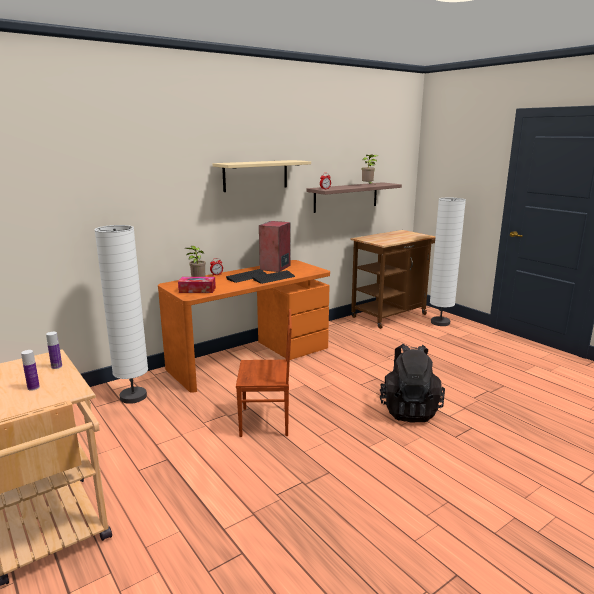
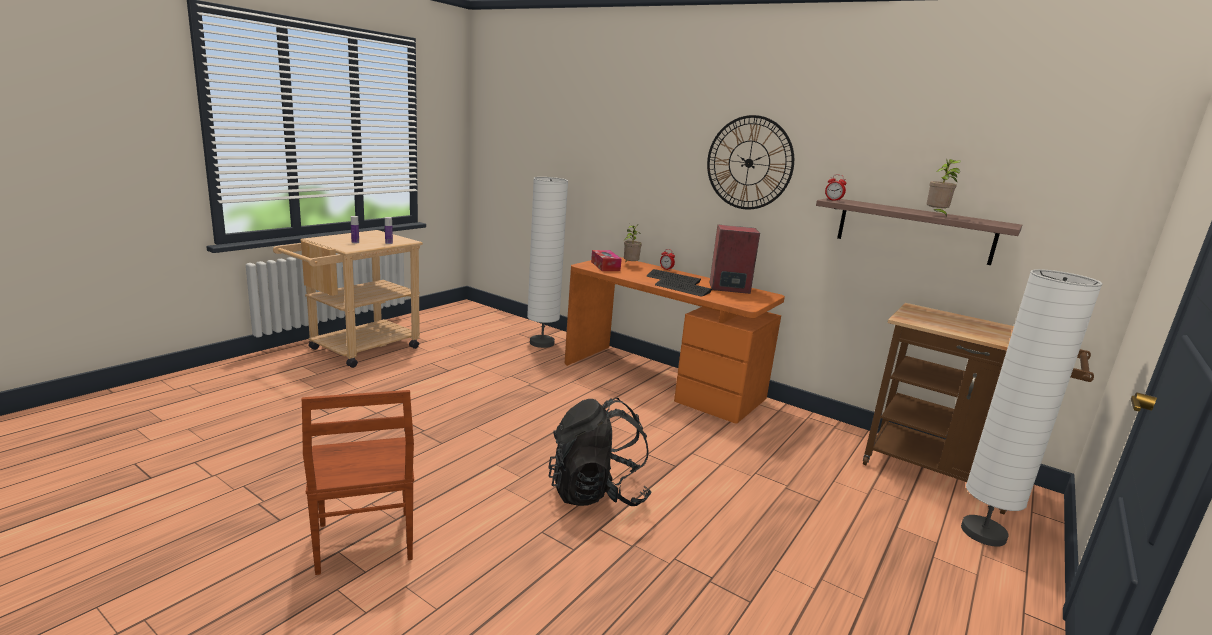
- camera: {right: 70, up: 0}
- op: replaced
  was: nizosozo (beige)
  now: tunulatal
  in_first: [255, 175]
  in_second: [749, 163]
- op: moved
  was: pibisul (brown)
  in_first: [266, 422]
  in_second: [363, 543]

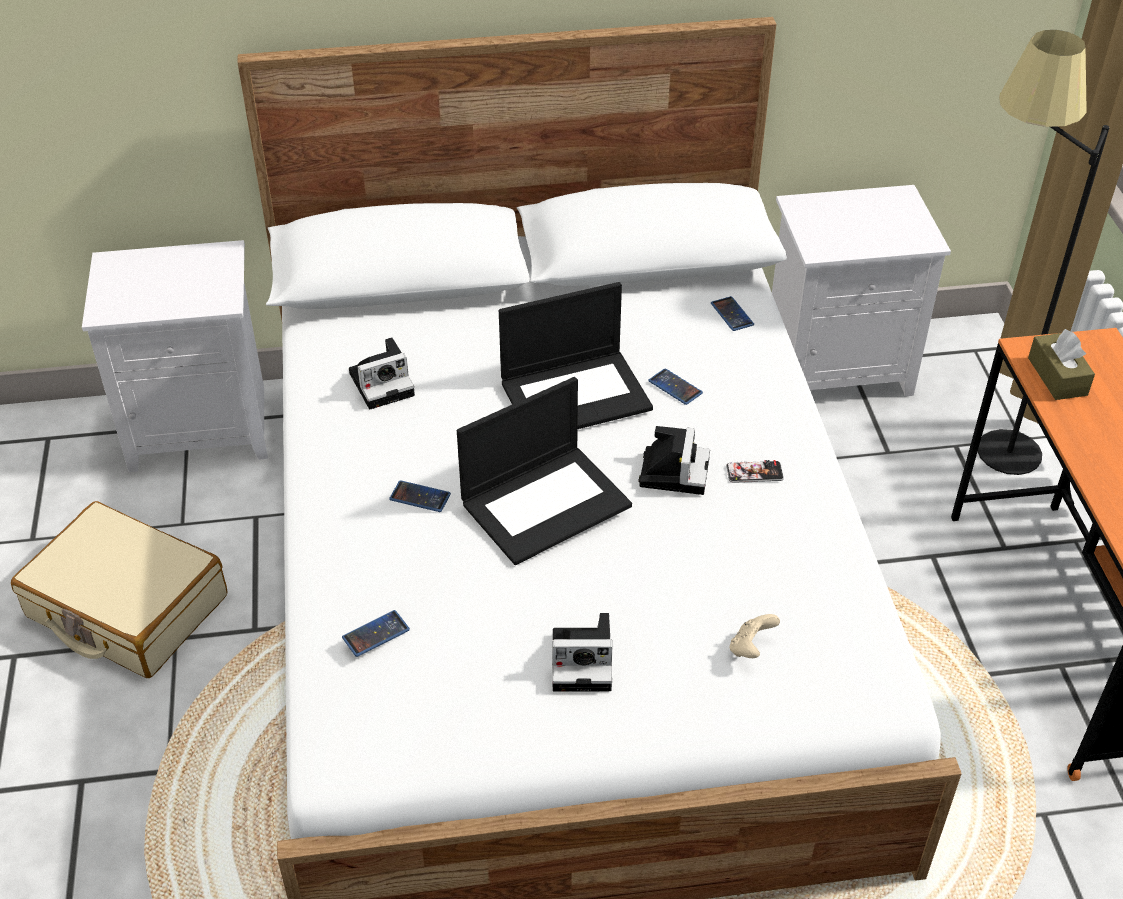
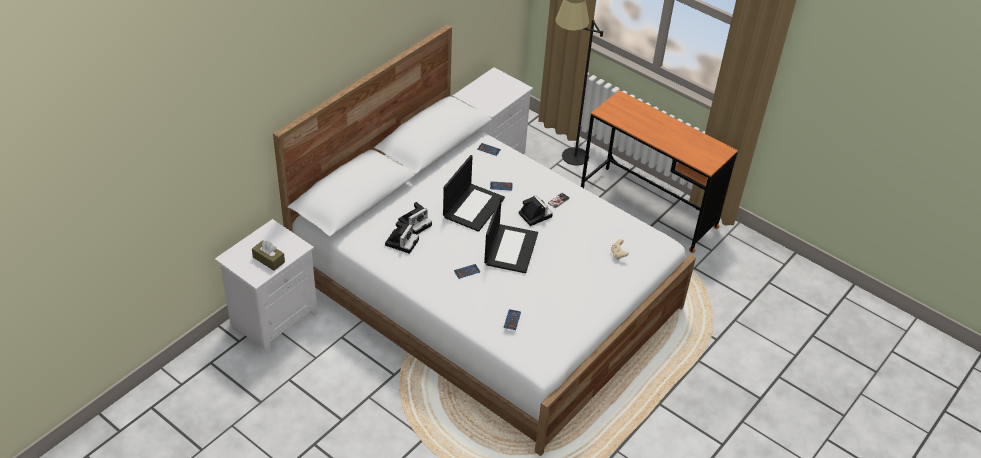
- camera: {right: -45, up: 0}
- op: moved
  was: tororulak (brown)
  in_first: [1057, 376]
  in_second: [269, 259]
- op: removed
  was: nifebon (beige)
  in_first: [126, 607]
- op: moved
  was: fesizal
  in_first: [585, 661]
  in_second: [415, 222]

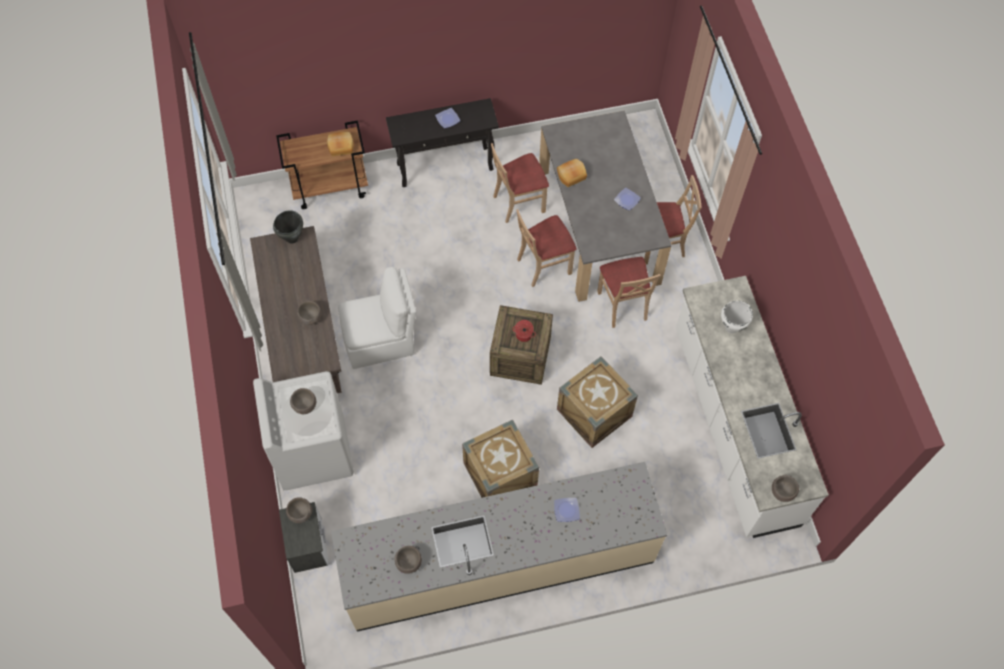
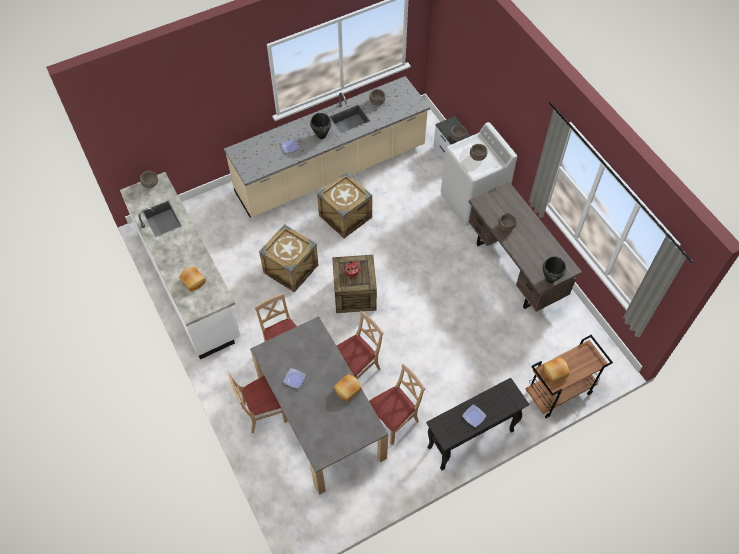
- camera: {right: 165, up: -5}
- op: removed
  was: pibisul (white)
  in_first: [381, 340]
- op: replaced
  was: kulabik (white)
  now: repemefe
  in_first: [731, 327]
  in_second: [194, 281]
- op: added
  now: kulabik (black)
  in_second: [321, 136]

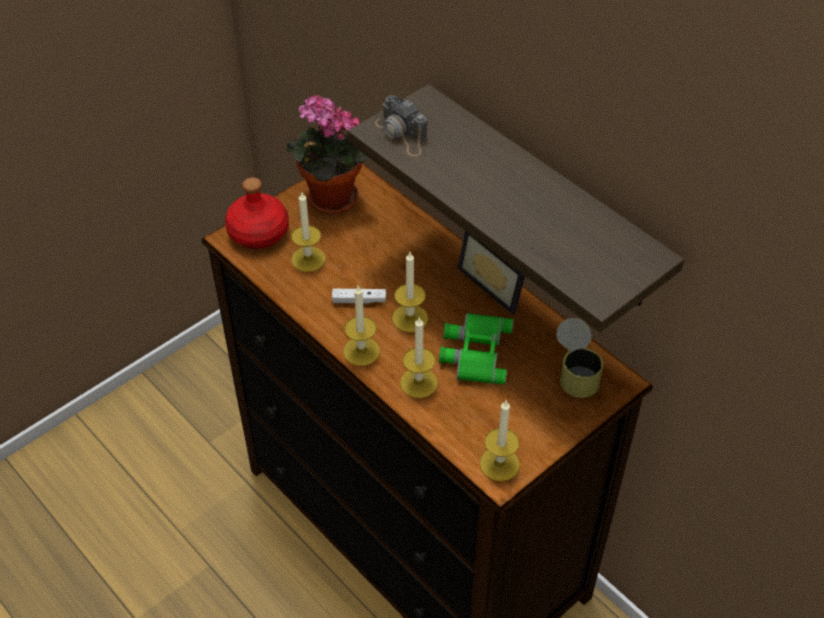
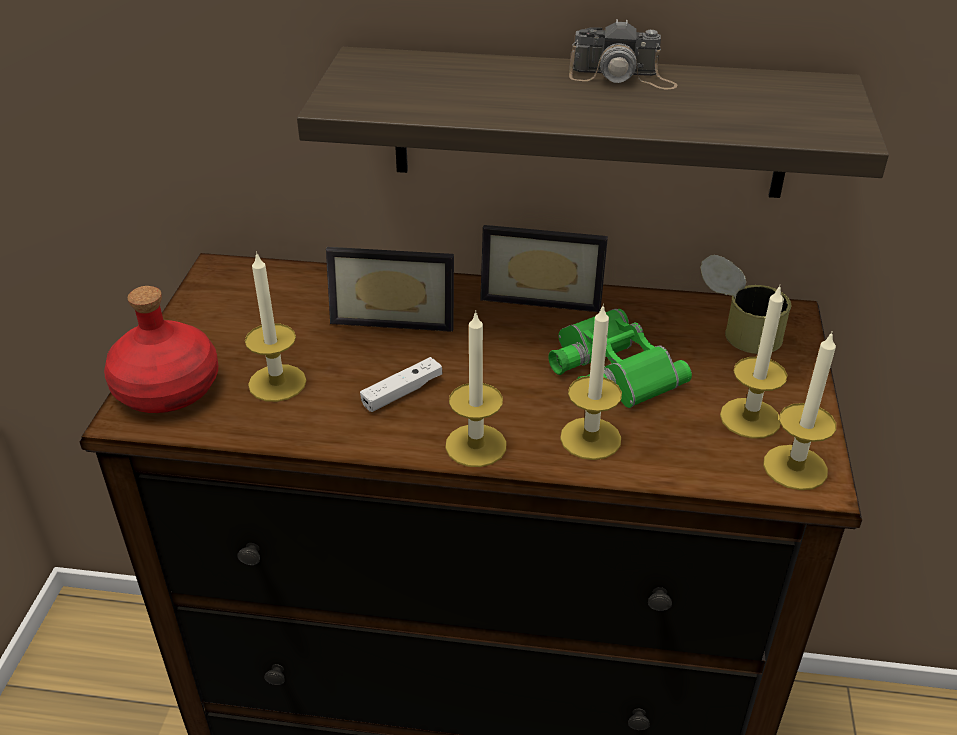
- camera: {right: -40, up: -10}
- op: removed
  was: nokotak
  in_first: [329, 201]
- op: moved
  was: fesizal
  in_first: [402, 134]
  in_second: [622, 77]
- op: moved
  was: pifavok
  in_first: [410, 318]
  in_second: [750, 418]
- op: added
  now: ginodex
  in_second: [395, 315]

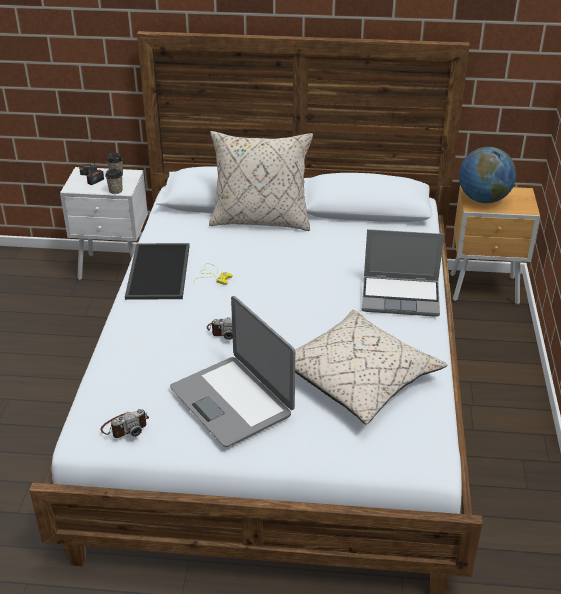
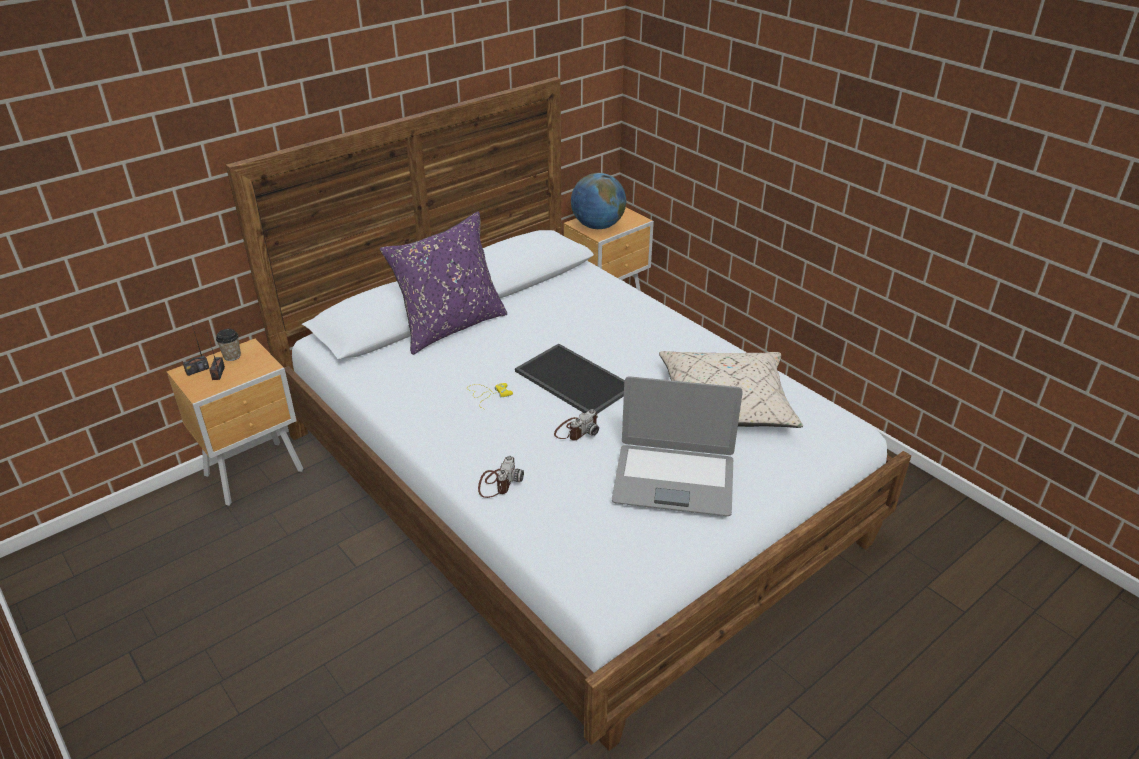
- camera: {right: -45, up: 0}
- op: recoloured
  was: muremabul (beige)
  now: muremabul (purple)
  in_first: [261, 220]
  in_second: [450, 326]
- op: recoloured
  was: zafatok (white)
  now: zafatok (brown)
  in_first: [115, 269]
  in_second: [257, 473]
- op: removed
  was: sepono
  in_first: [115, 191]
- op: removed
  was: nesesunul
  in_first: [401, 297]
- op: moved
  was: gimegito
  in_first: [157, 271]
  in_second: [572, 380]
- op: moved
  was: fesizal
  in_first: [125, 427]
  in_second: [498, 482]

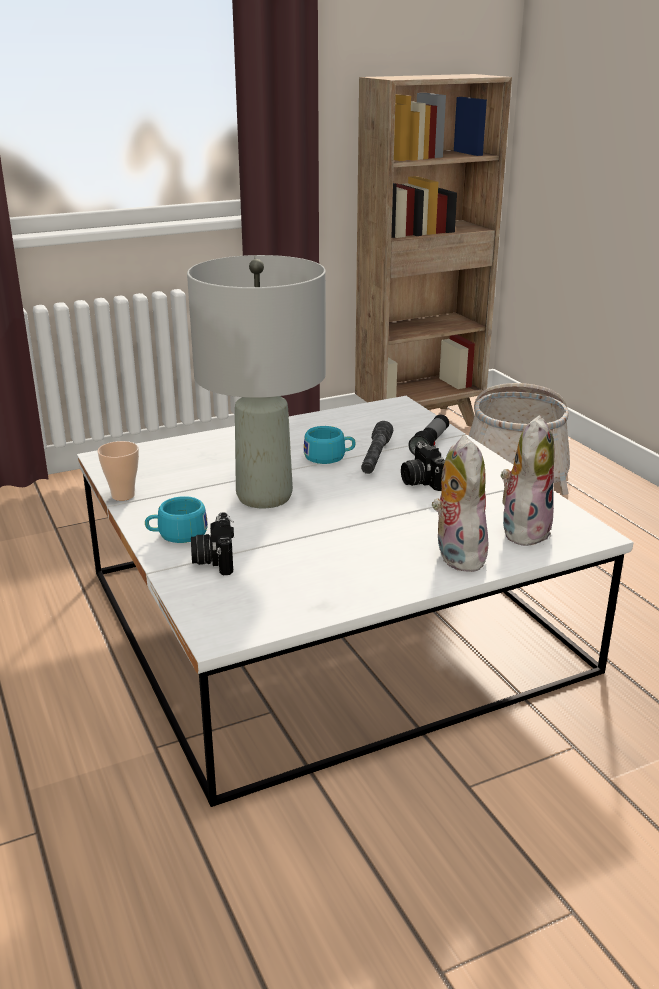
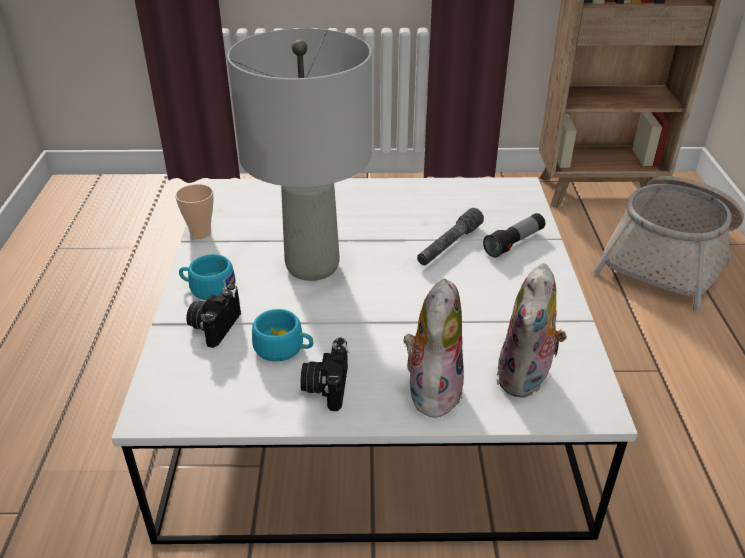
- camera: {right: 25, up: 10}
- op: turned
  was: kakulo
  in_first: [523, 529]
  in_second: [526, 379]
  clockwise: 150
- op: moved
  was: sepono (turquoise)
  in_first: [329, 457]
  in_second: [284, 348]
- op: moved
  was: fesizal
  in_first: [420, 481]
  in_second: [326, 386]

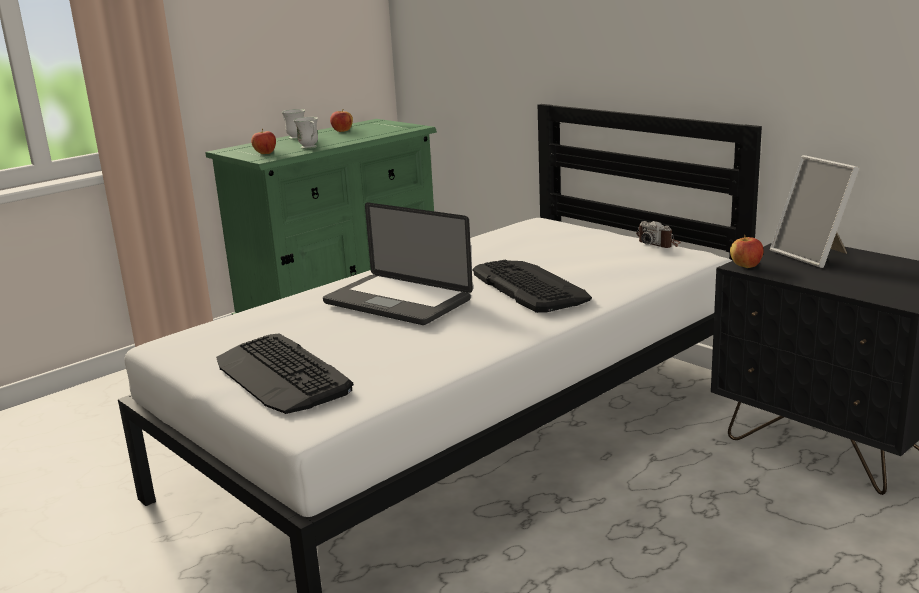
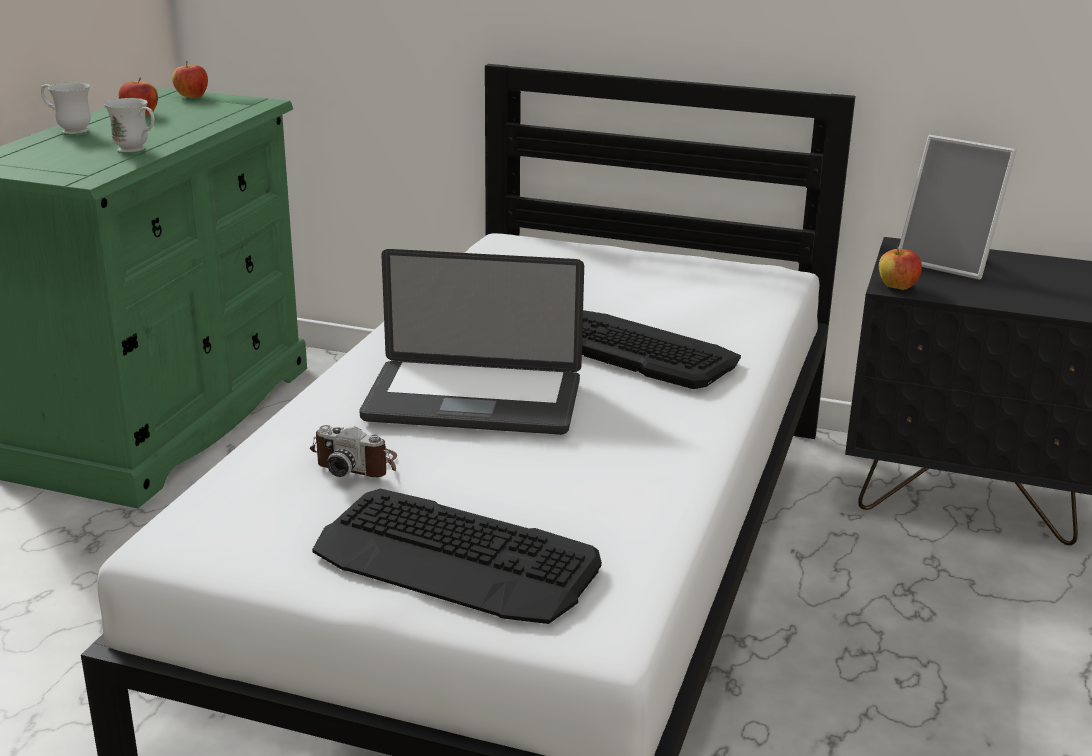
- camera: {right: -30, up: 5}
- op: moved
  was: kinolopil
  in_first: [265, 153]
  in_second: [192, 97]
- op: moved
  was: fesizal
  in_first: [659, 243]
  in_second: [357, 464]

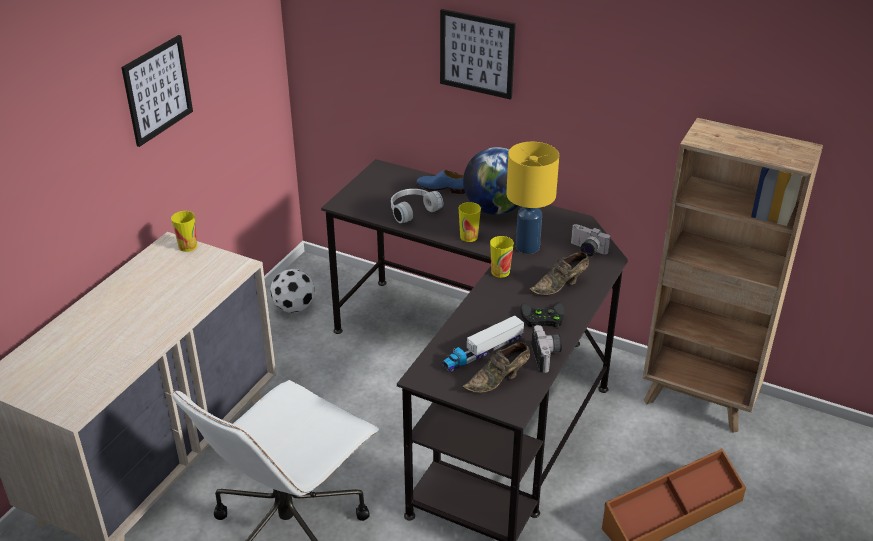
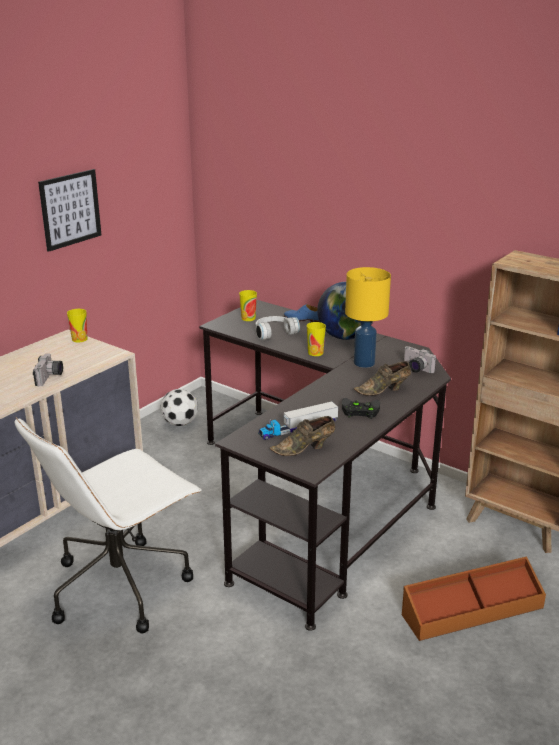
- camera: {right: 10, up: -10}
- op: removed
  was: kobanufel
  in_first: [477, 53]
- op: moved
  was: sepono
  in_first: [500, 272]
  in_second: [248, 318]
- op: moved
  was: fesizal
  in_first: [547, 356]
  in_second: [50, 377]

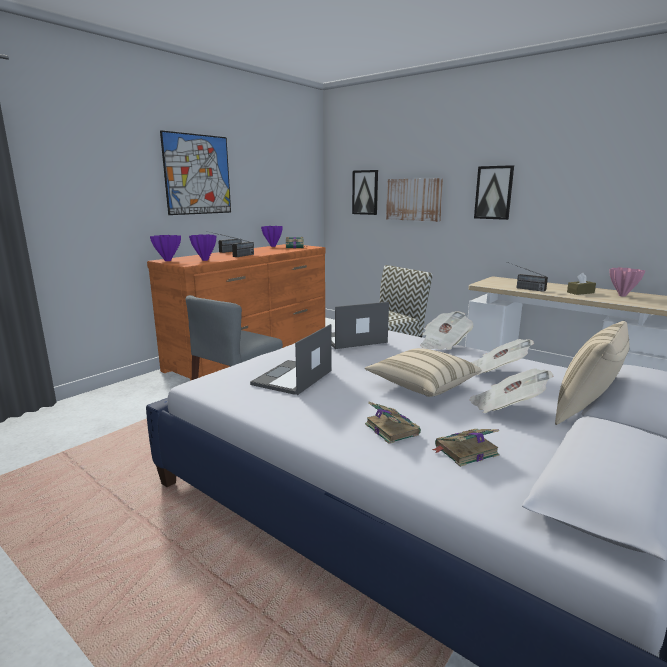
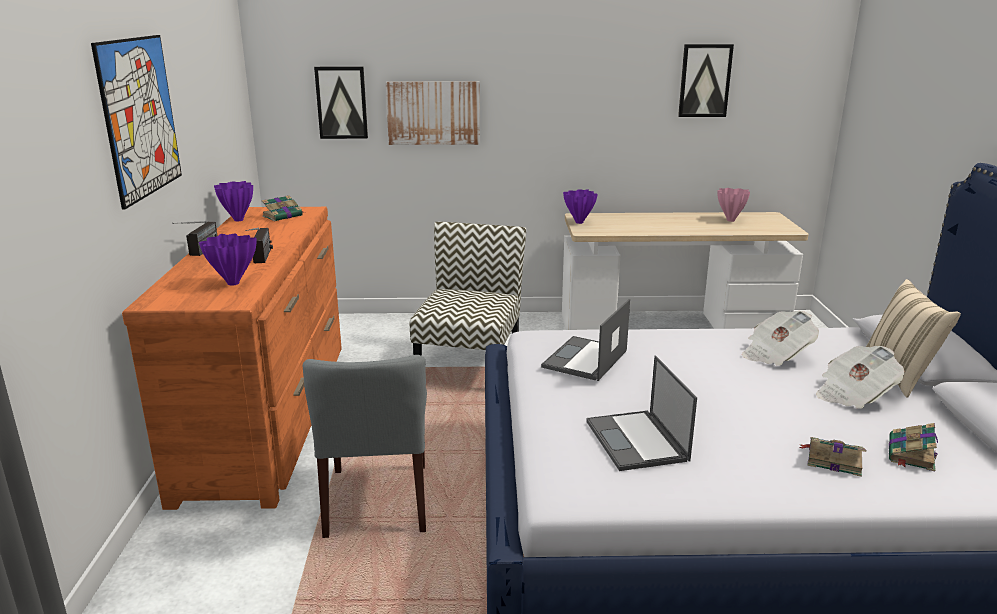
- camera: {right: -40, up: 5}
- op: moved
  was: kobanufel
  in_first: [493, 192]
  in_second: [704, 80]
- op: moved
  was: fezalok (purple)
  in_first: [167, 260]
  in_second: [579, 222]
- op: removed
  was: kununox
  in_first: [523, 288]
- op: removed
  was: tororulak (brown)
  in_first: [580, 292]
- op: removed
  was: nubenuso
  in_first: [443, 344]
- op: removed
  was: muremabul (beige)
  in_first: [422, 385]

